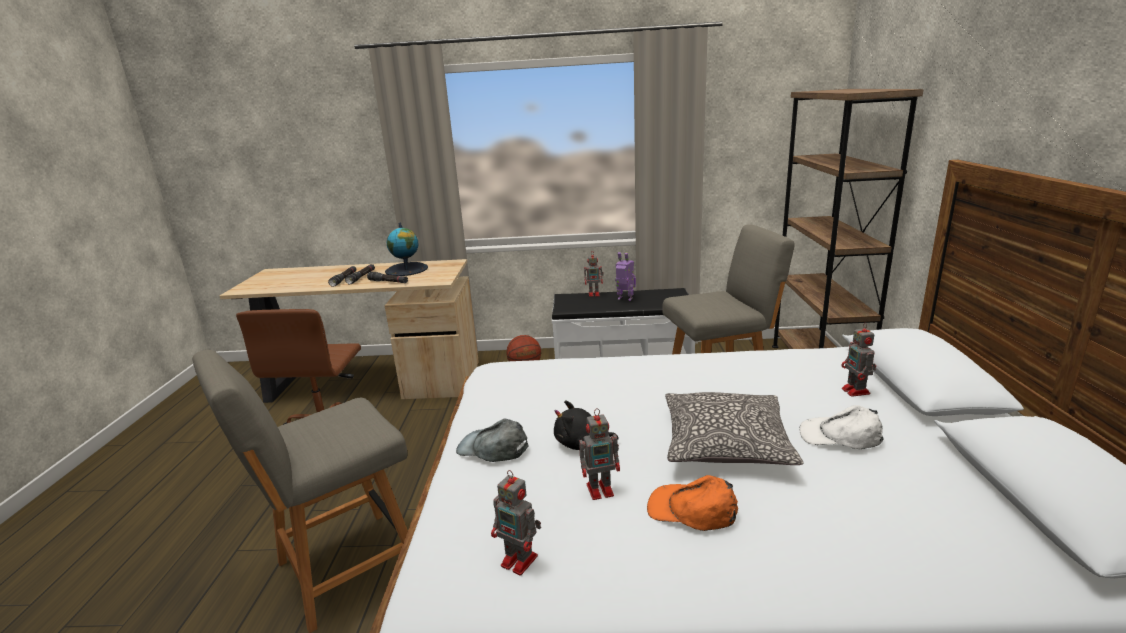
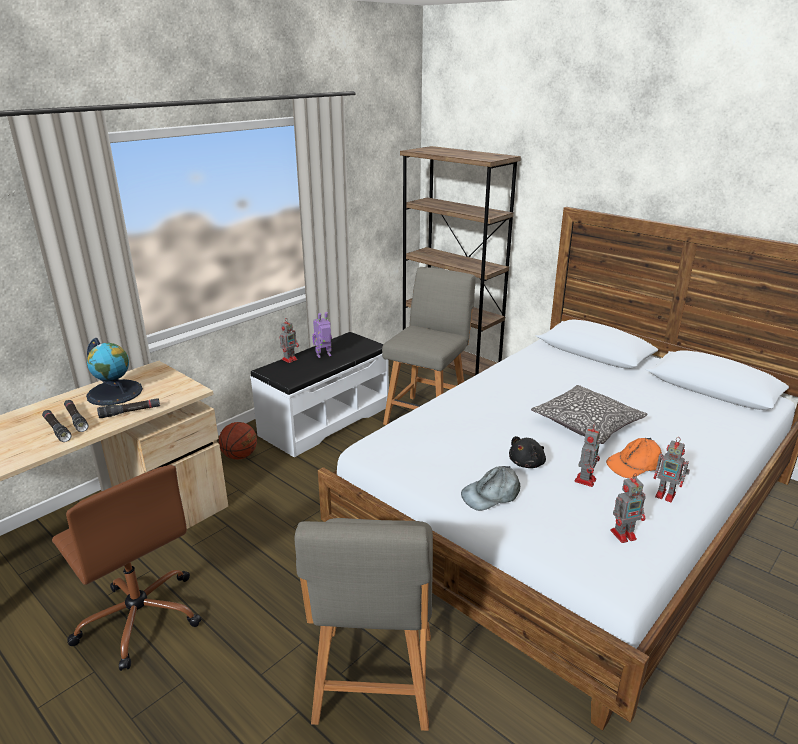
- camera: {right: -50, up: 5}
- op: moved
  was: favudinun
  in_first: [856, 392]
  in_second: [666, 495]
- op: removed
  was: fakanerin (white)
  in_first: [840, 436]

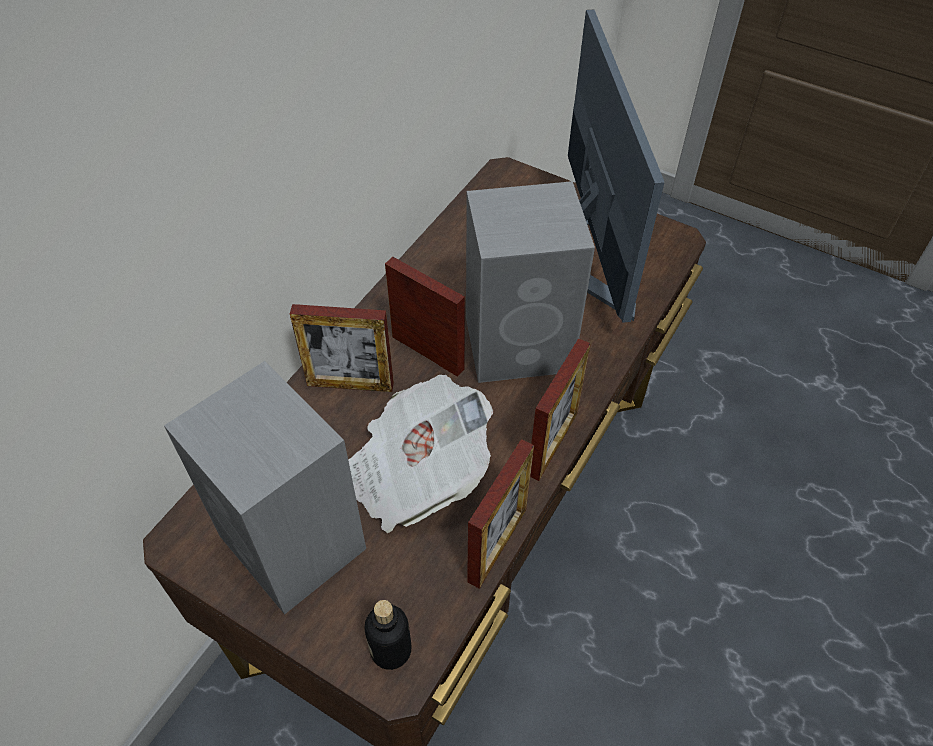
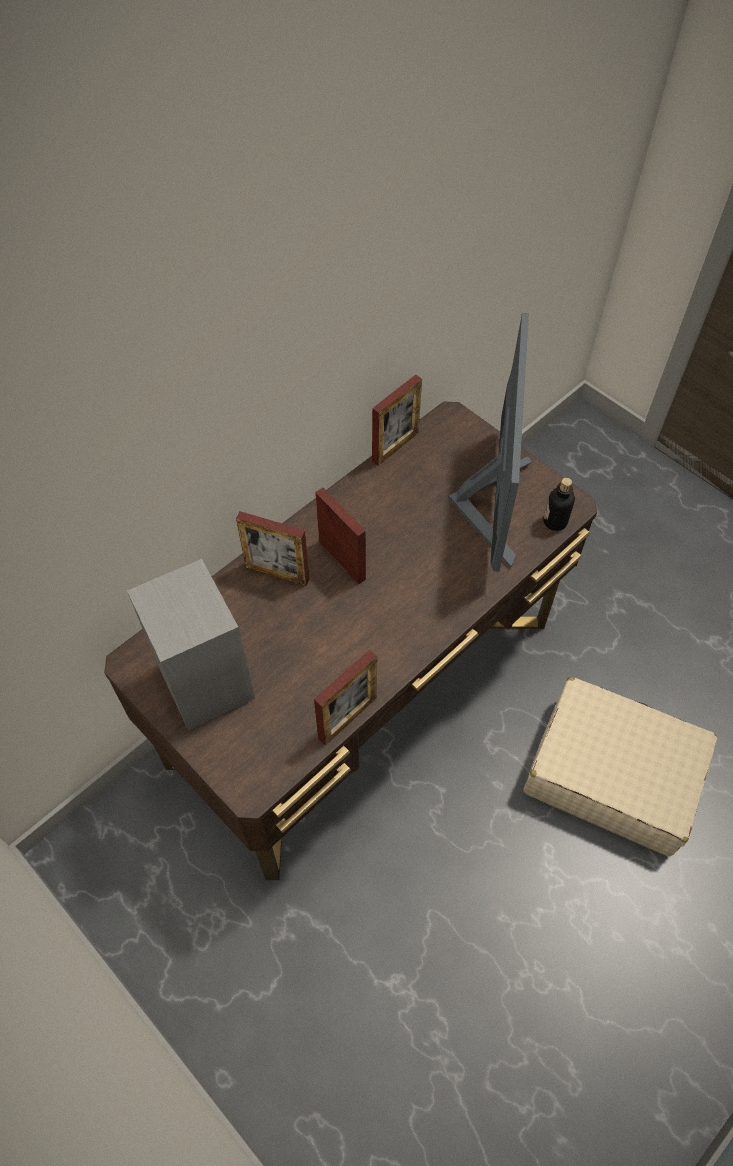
- camera: {right: 15, up: 5}
- op: removed
  was: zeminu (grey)
  in_first: [521, 344]
- op: moved
  was: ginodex
  in_first: [553, 444]
  in_second: [395, 447]
- op: removed
  was: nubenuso
  in_first: [414, 473]
- op: moved
  was: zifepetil
  in_first: [391, 650]
  in_second: [555, 521]
- op: added
  now: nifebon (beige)
  in_second: [611, 773]

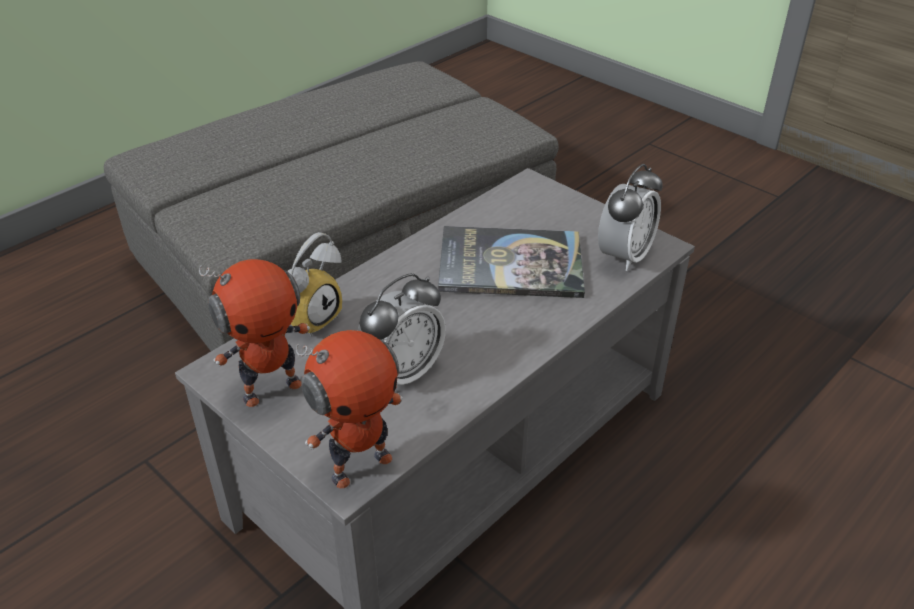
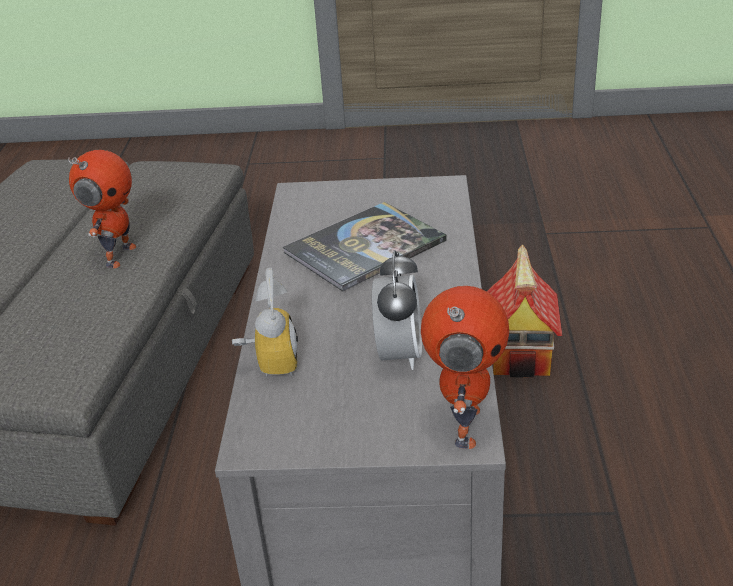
- camera: {right: -40, up: -5}
- op: removed
  was: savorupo
  in_first: [624, 256]
- op: moved
  was: favudinun
  in_first: [271, 388]
  in_second: [118, 255]
- op: added
  now: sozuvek
  in_second: [521, 355]

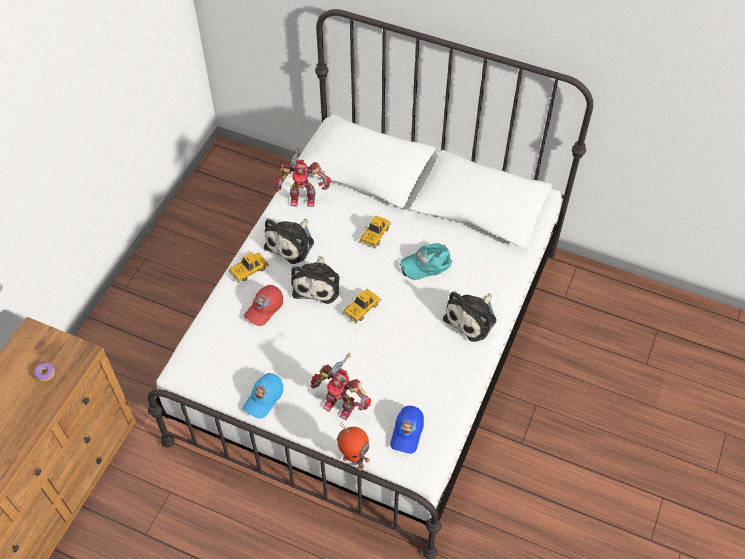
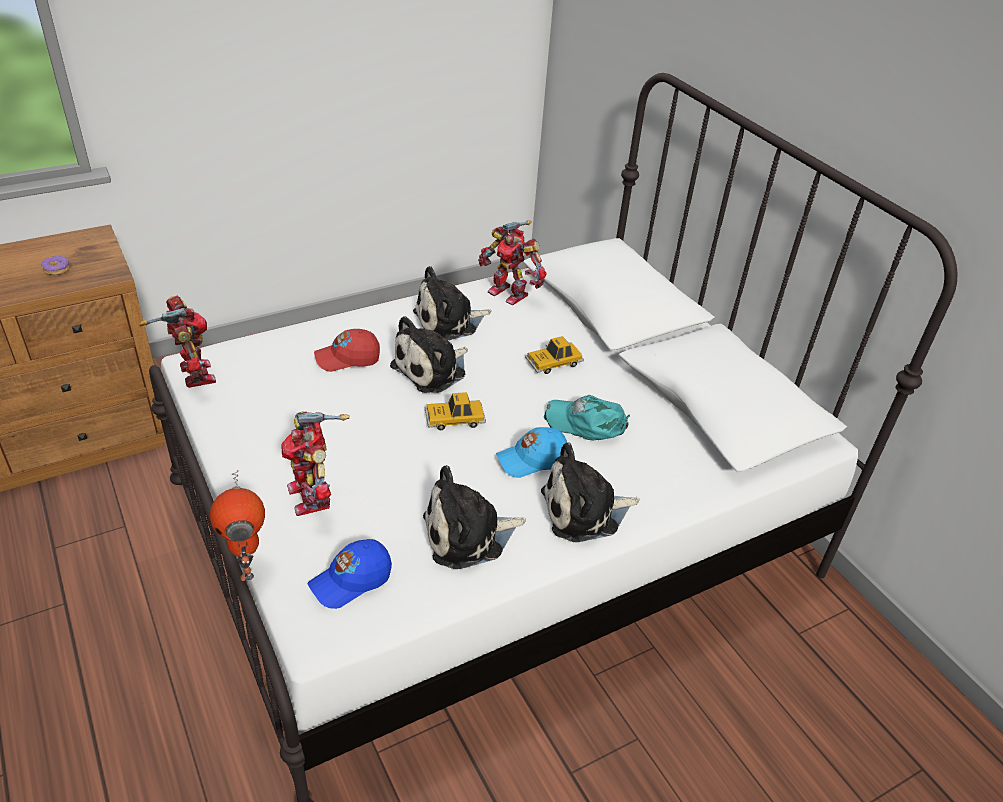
- camera: {right: 35, up: -15}
- op: removed
  was: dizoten
  in_first: [249, 270]
- op: moved
  was: fakanerin (blue)
  in_first: [264, 399]
  in_second: [532, 460]
- op: added
  now: favudinun
  in_second: [194, 375]
- op: added
  now: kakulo
  in_second: [468, 535]

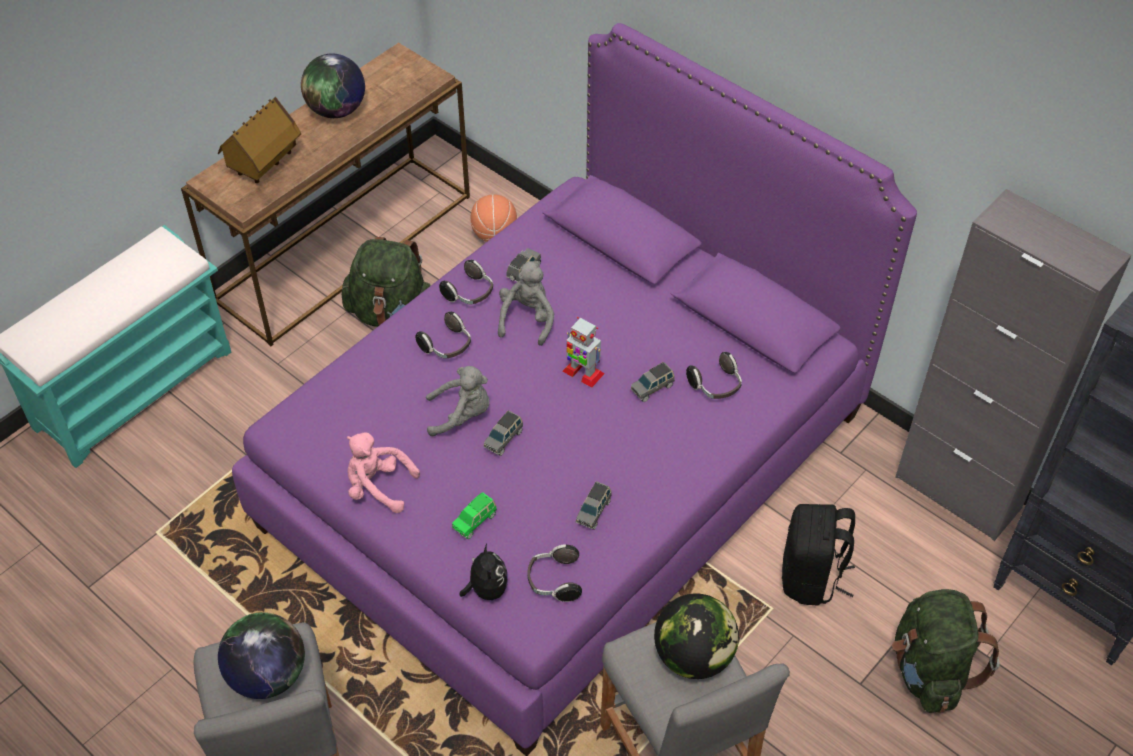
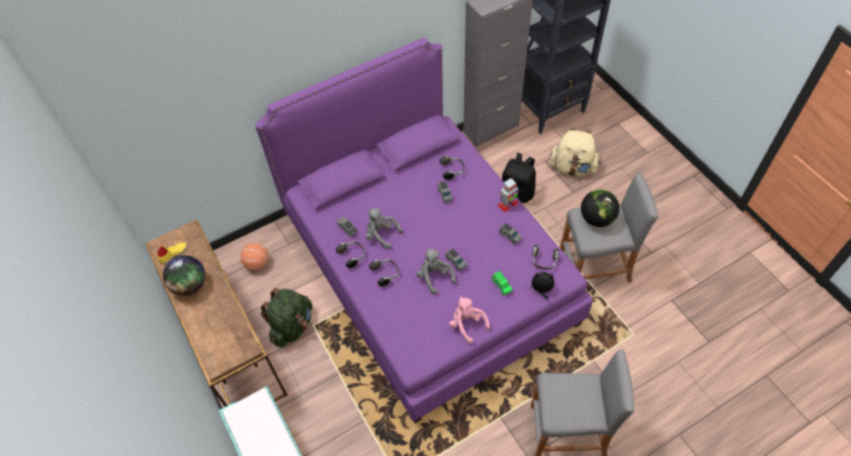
- camera: {right: -70, up: 5}
- op: removed
  was: sozuvek
  in_first: [264, 164]
- op: moved
  was: favudinun
  in_first: [582, 372]
  in_second: [507, 204]
- op: turned
  was: kakulo (grey)
  in_first: [462, 415]
  in_second: [434, 277]
  clockwise: -45
- op: turned
  was: kakulo (pink)
  in_first: [378, 487]
  in_second: [467, 324]
  clockwise: 105
- op: recoloured
  was: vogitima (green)
  now: vogitima (beige)
  in_first: [929, 670]
  in_second: [572, 167]
- op: removed
  was: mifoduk
  in_first: [267, 675]
- op: added
  now: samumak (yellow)
  in_second: [173, 254]

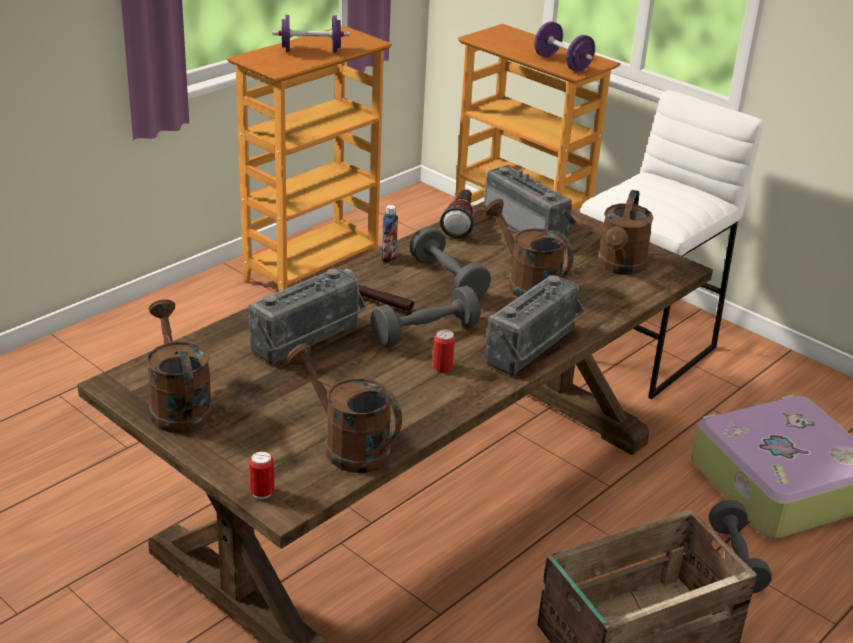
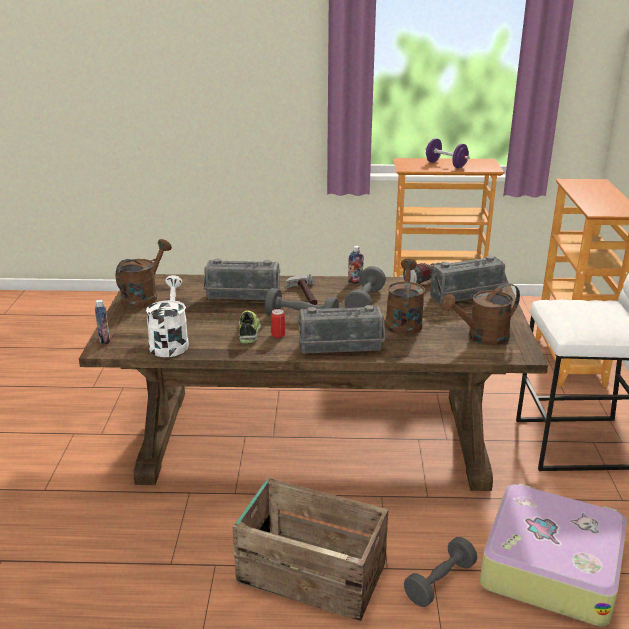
- camera: {right: 50, up: -5}
- op: removed
  was: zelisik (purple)
  in_first: [562, 63]
- op: turned
  was: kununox
  in_first: [528, 226]
  in_second: [467, 297]
  clockwise: 60
- op: recoloured
  was: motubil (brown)
  now: motubil (white)
  in_first: [347, 446]
  in_second: [170, 342]
- op: replaced
  was: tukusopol
  now: zifepetil
  in_first: [262, 493]
  in_second: [104, 340]
- op: added
  now: samumak
  in_second: [249, 331]

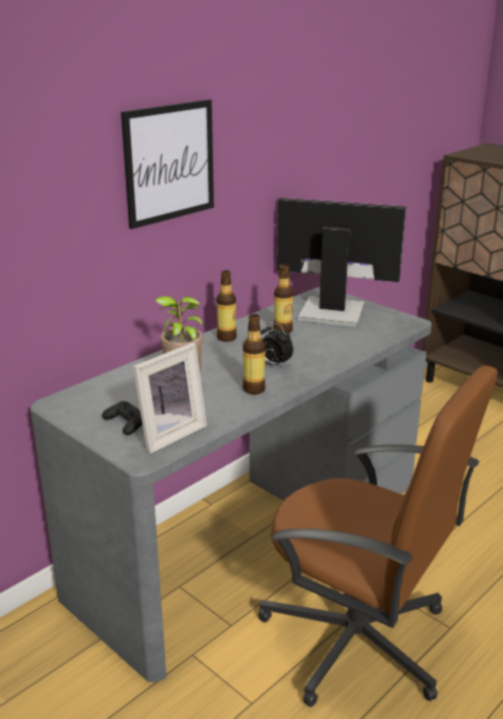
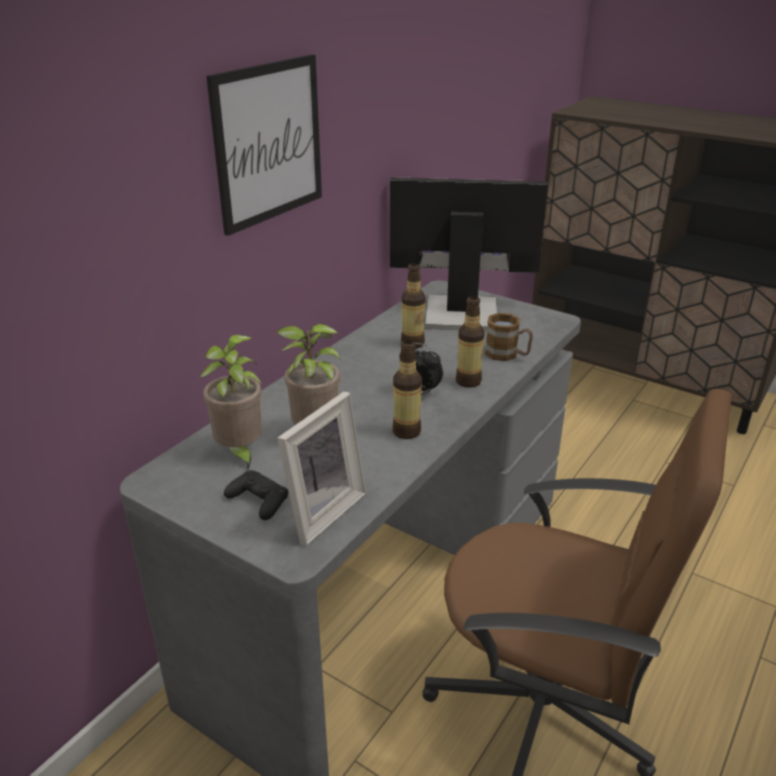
- camera: {right: -10, up: 5}
- op: moved
  was: zifepetil
  in_first: [226, 338]
  in_second: [468, 381]
- op: added
  now: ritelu
  in_second: [507, 355]
- op: added
  now: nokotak
  in_second: [240, 453]

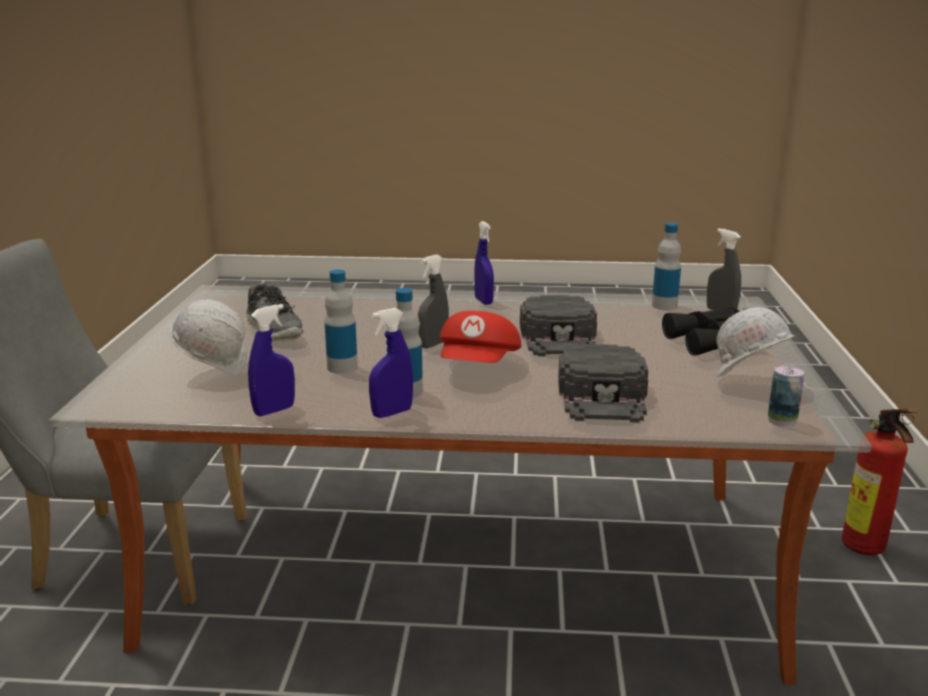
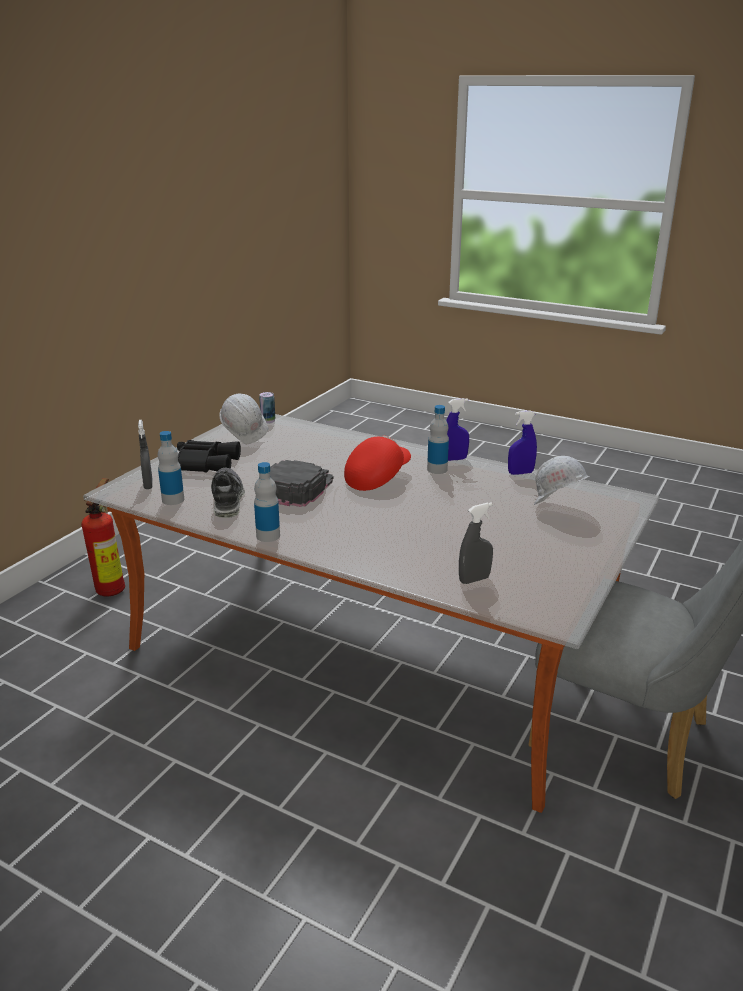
- camera: {right: -155, up: 5}
- op: removed
  was: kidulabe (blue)
  in_first: [483, 301]
- op: moved
  was: kidulabe (grey)
  in_first: [433, 344]
  in_second: [474, 579]
- op: moved
  was: zifepetil
  in_first: [342, 367]
  in_second: [268, 536]
- op: moved
  was: samumak
  in_first: [274, 330]
  in_second: [227, 500]
- op: removed
  was: fakanerin (black)
  in_first: [603, 396]

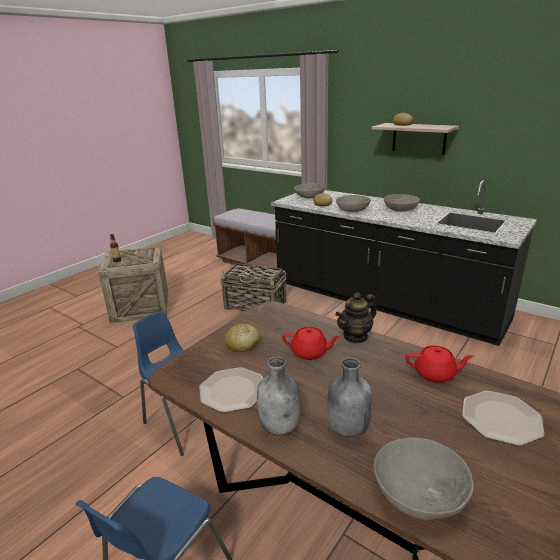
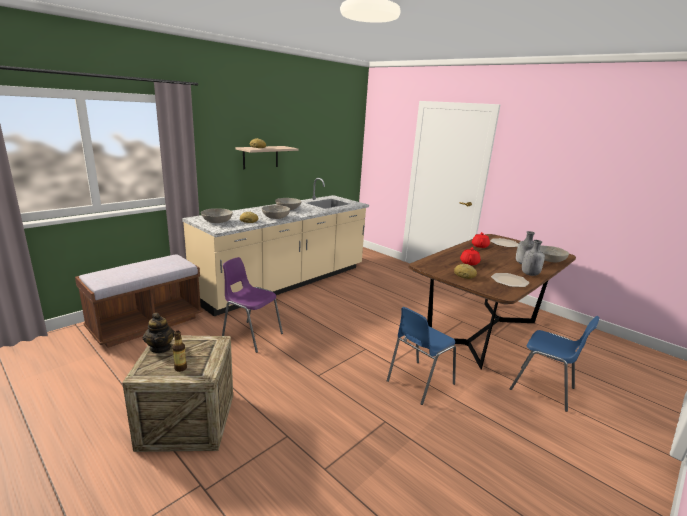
- camera: {right: -85, up: -5}
- op: recoloured
  was: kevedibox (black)
  now: kevedibox (beige)
  in_first: [384, 301]
  in_second: [285, 283]
- op: replaced
  was: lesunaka
  now: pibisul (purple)
  in_first: [256, 305]
  in_second: [251, 335]
- op: moved
  was: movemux
  in_first: [355, 336]
  in_second: [160, 348]

